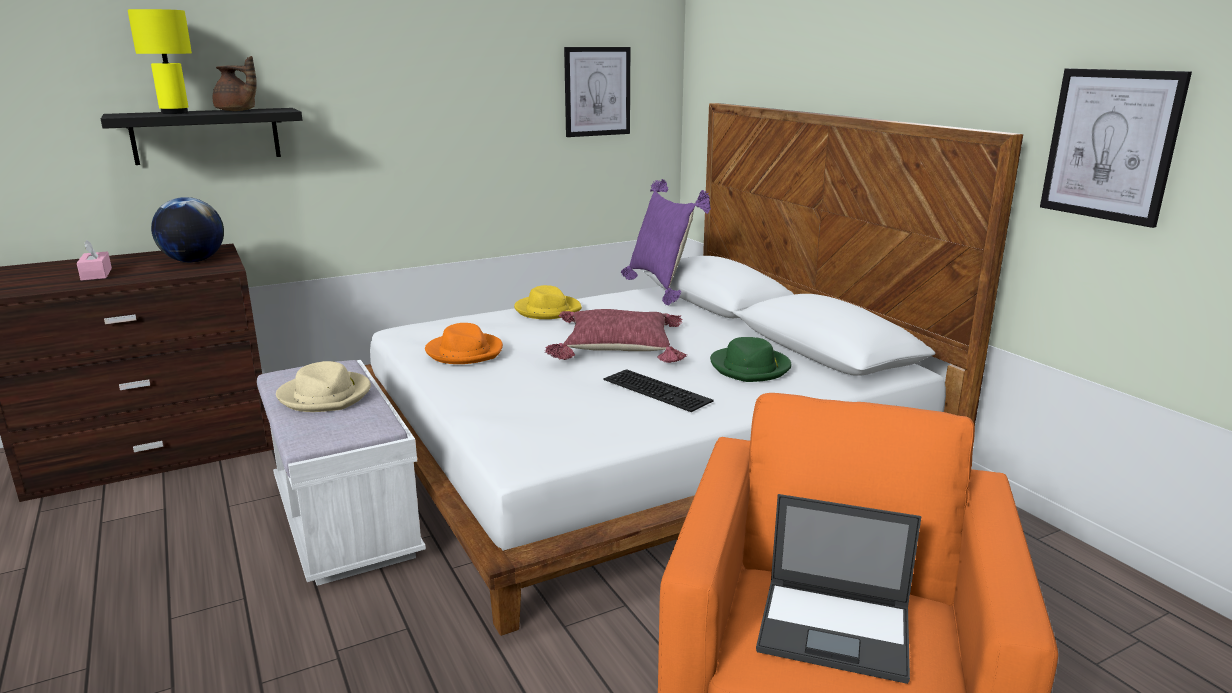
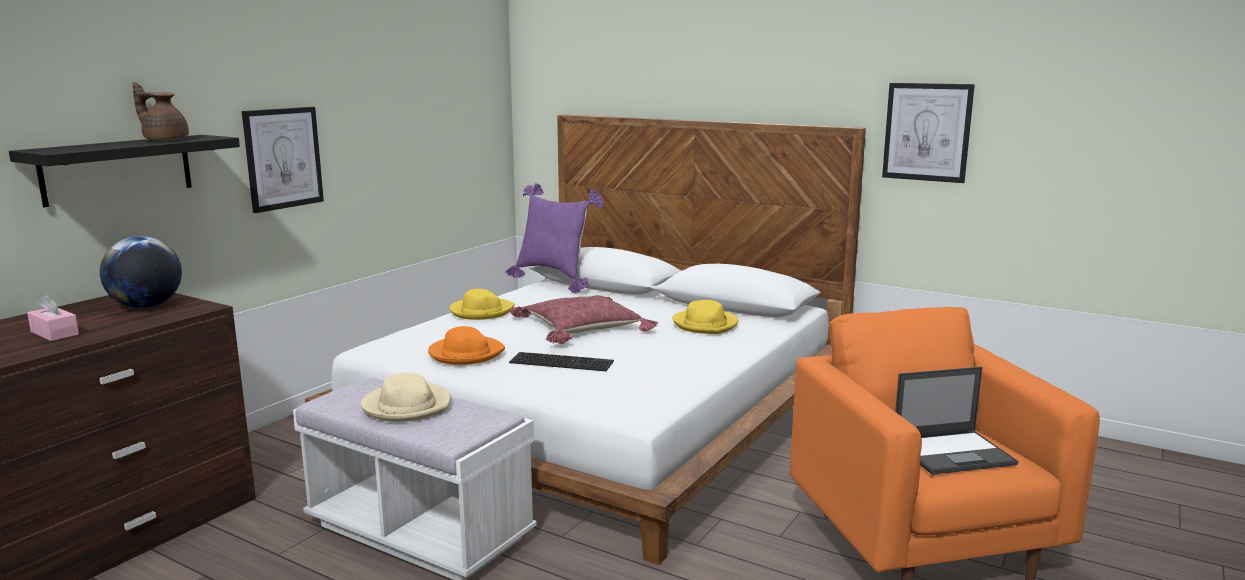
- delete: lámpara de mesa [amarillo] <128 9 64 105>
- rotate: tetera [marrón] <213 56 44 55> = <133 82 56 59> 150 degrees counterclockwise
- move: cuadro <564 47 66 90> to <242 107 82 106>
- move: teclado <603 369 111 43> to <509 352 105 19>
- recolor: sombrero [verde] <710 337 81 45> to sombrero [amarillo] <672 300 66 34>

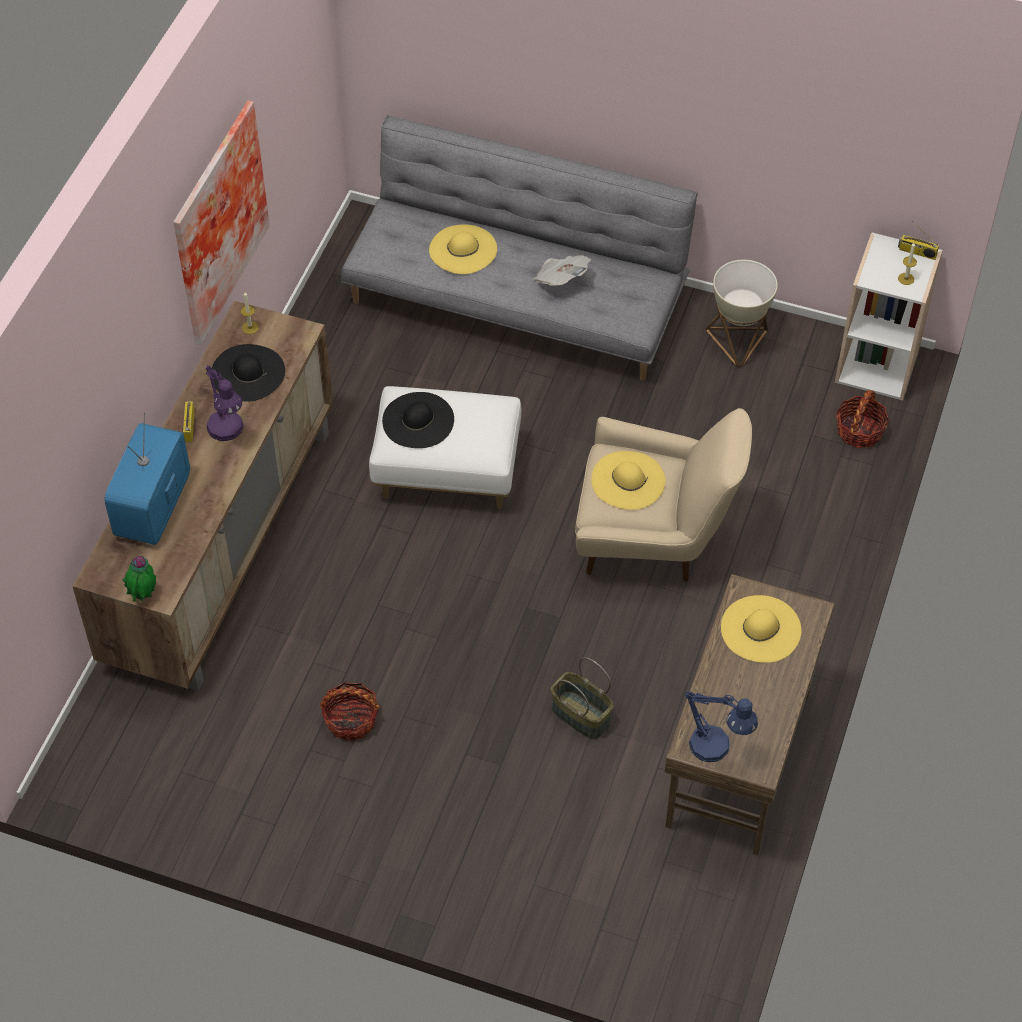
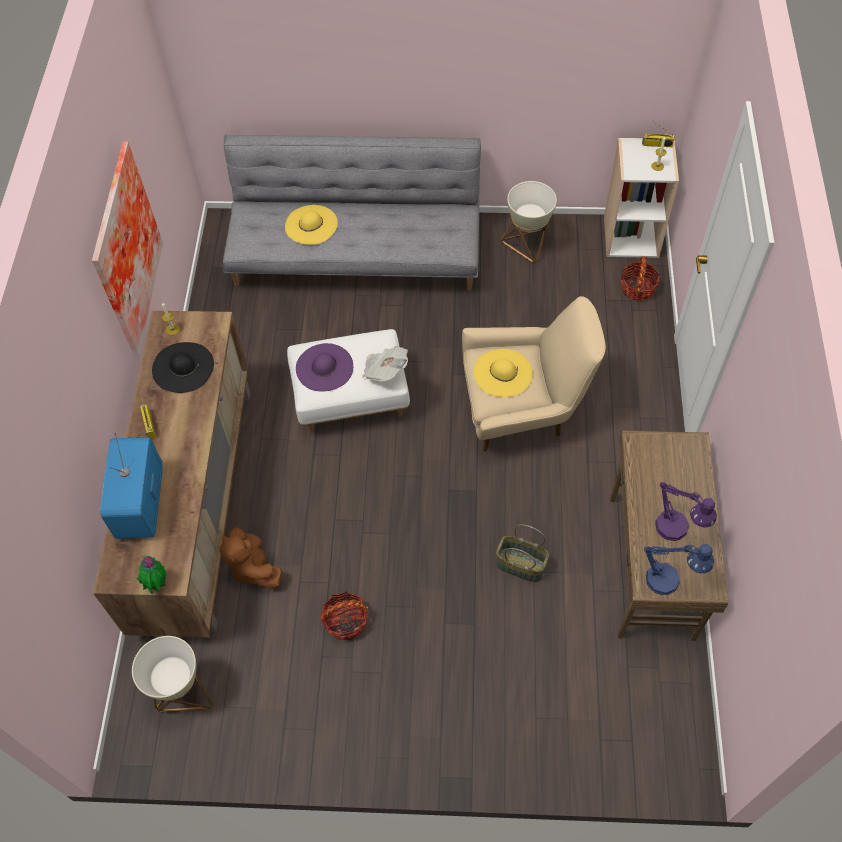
- move: lámpara de mesa [morado] <206 365 38 76> to <655 482 62 59>
- recolor: sombrero [negro] <382 392 72 56> to sombrero [morado] <296 343 57 48>
- move: periódico <533 255 58 31> to <362 346 46 36>
- delete: sombrero [amarillo] <721 595 81 68>
- insert: maceta <132 636 81 76>
- insert: peluche [marrón] <220 527 62 61>

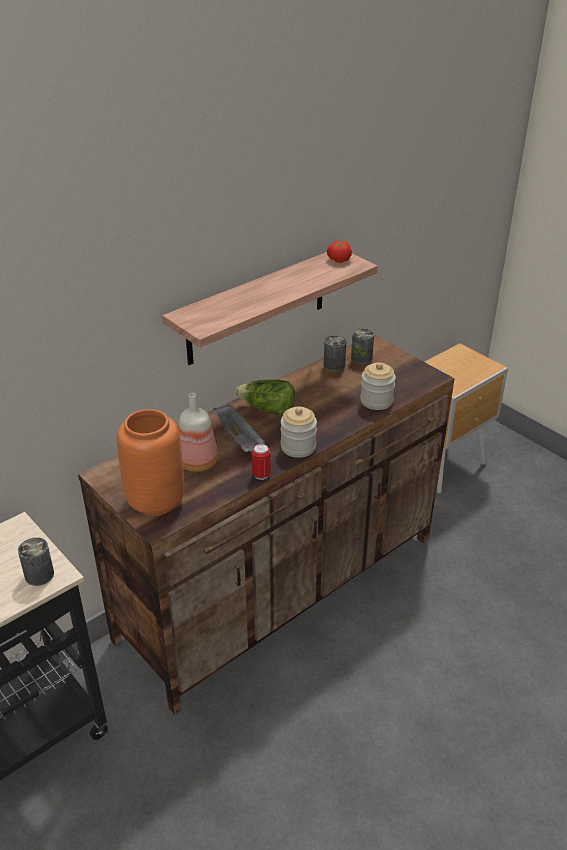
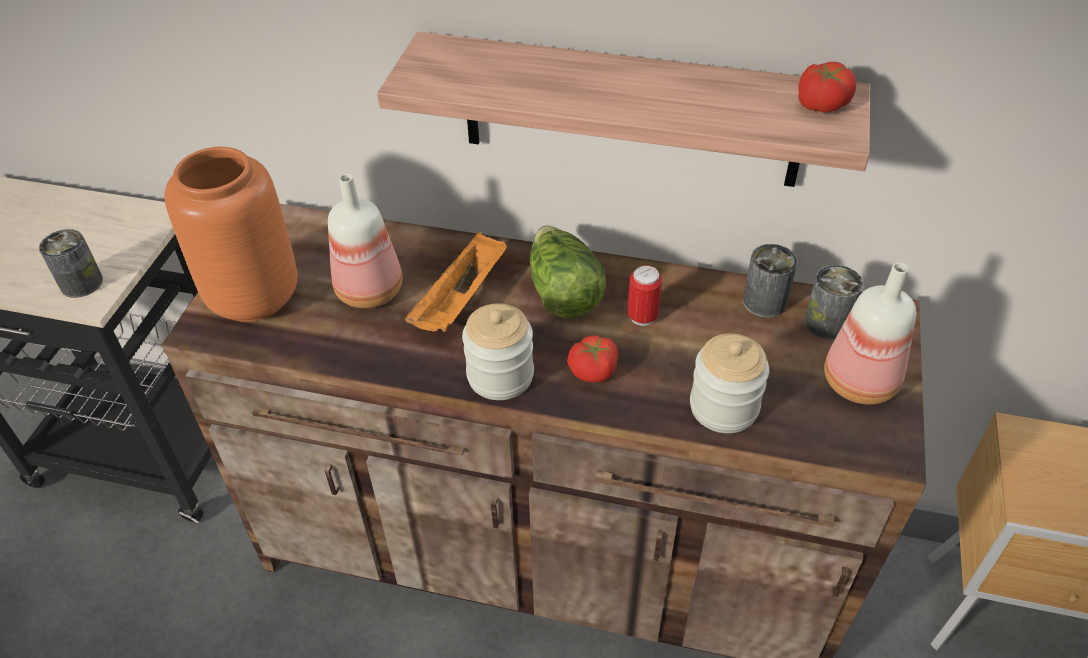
- recolor: bandeja [gris] <213 405 52 47> to bandeja [naranja] <405 232 102 100>
- move: lata <252 444 19 36> to <627 265 35 61>
- insert: tomate <567 335 51 48>
- insert: botella <824 263 92 142>

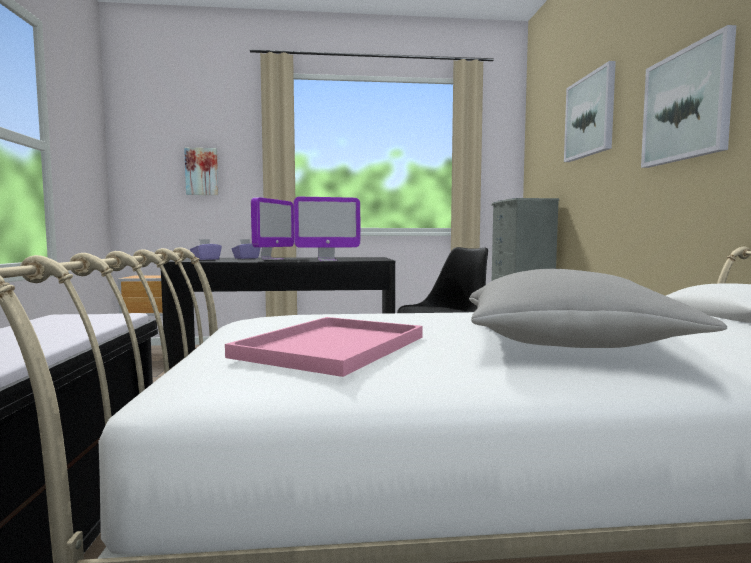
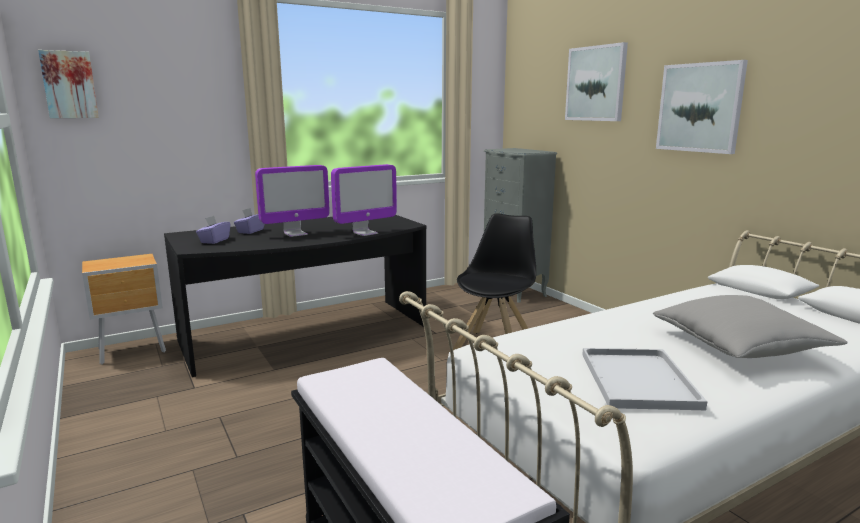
- move: cuadro <184 148 34 47> to <38 50 61 68>
- recolor: bandeja [rosa] <225 317 198 60> to bandeja [blanco] <582 348 125 62>
- rotate: monitor <251 197 43 63> = <255 165 75 72> 60 degrees clockwise

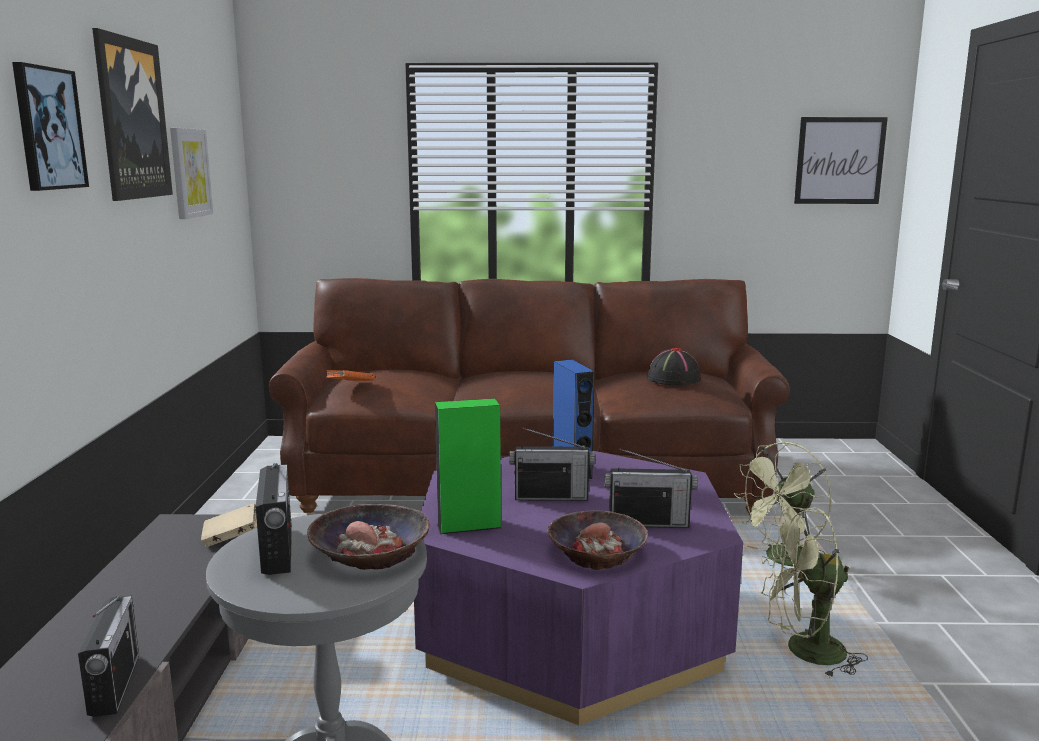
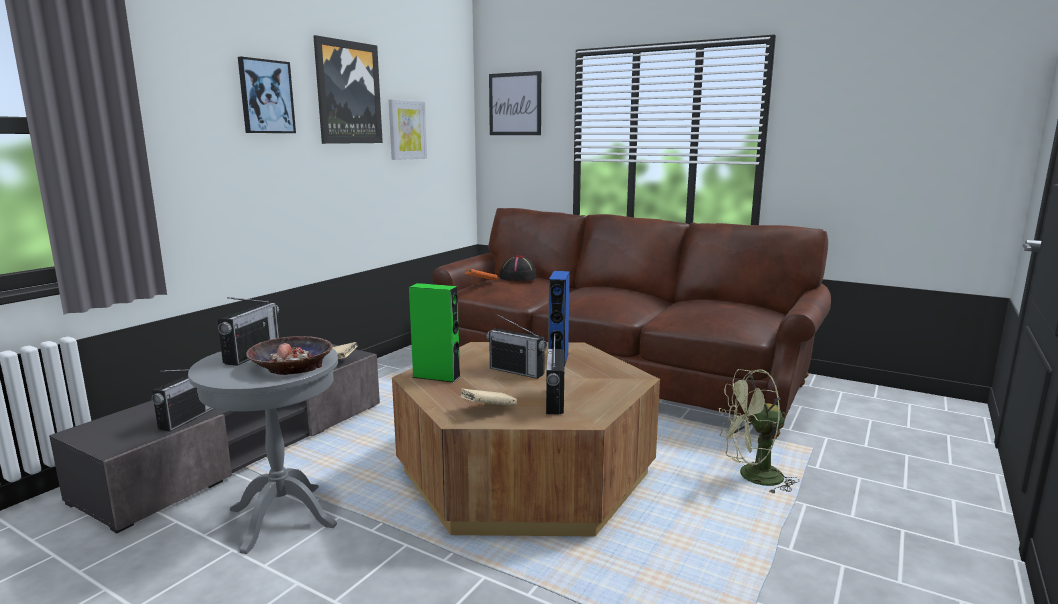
- recolor: mesa de centro [morado] <414 451 329 274> to mesa de centro [marrón] <392 342 268 194>
- replace: cuenco <547 511 101 59> to libro [beis] <460 388 57 18>
- rotate: radio <604 448 94 80> = <546 333 18 81> 60 degrees clockwise
- move: sombrero [negro] <647 348 54 37> to <499 255 38 26>
- delete: ventilador [verde] <761 506 107 172>
- move: cuadro <794 117 94 87> to <489 71 52 64>

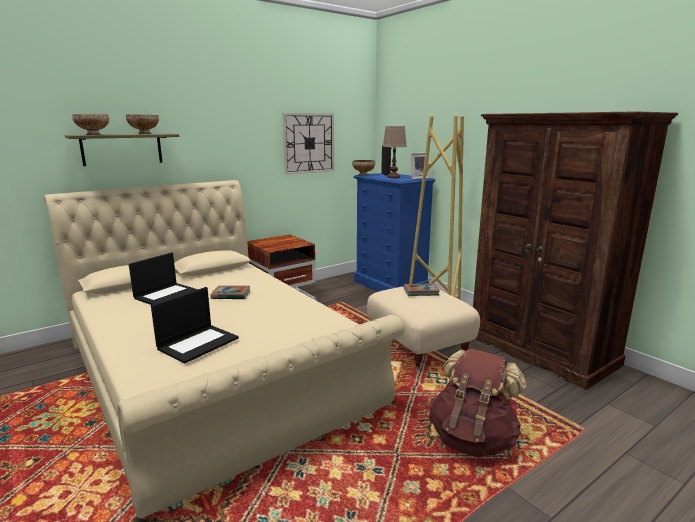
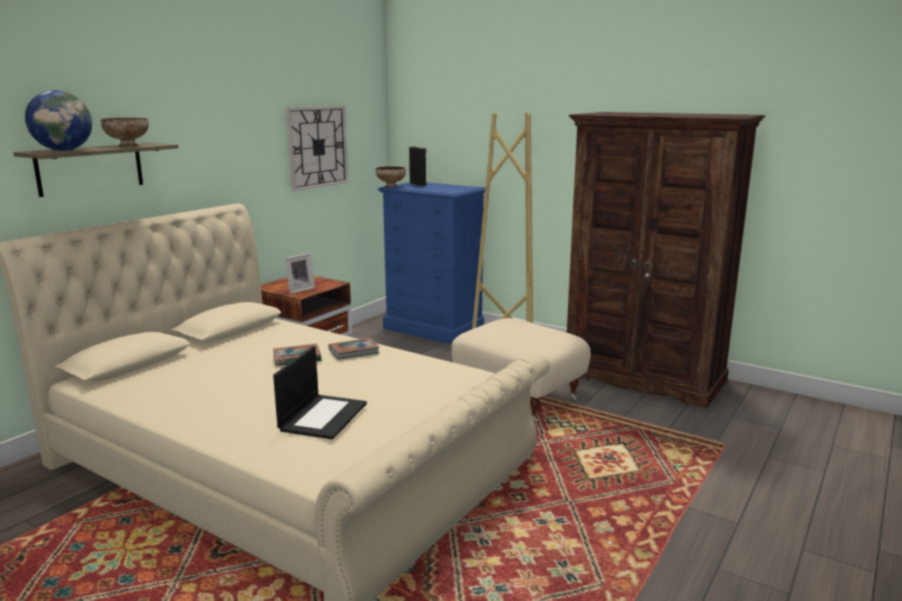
- replace: cuenco <72 114 37 21> to globo terráqueo <25 90 67 61>
- delete: portátil <129 253 69 52>
- delete: lámpara de mesa [marrón] <383 126 24 52>
- move: libro <403 283 37 13> to <329 338 51 22>
- move: portarretratos <411 153 18 26> to <285 253 30 41>
- delete: mochila [marrón] <429 349 97 108>

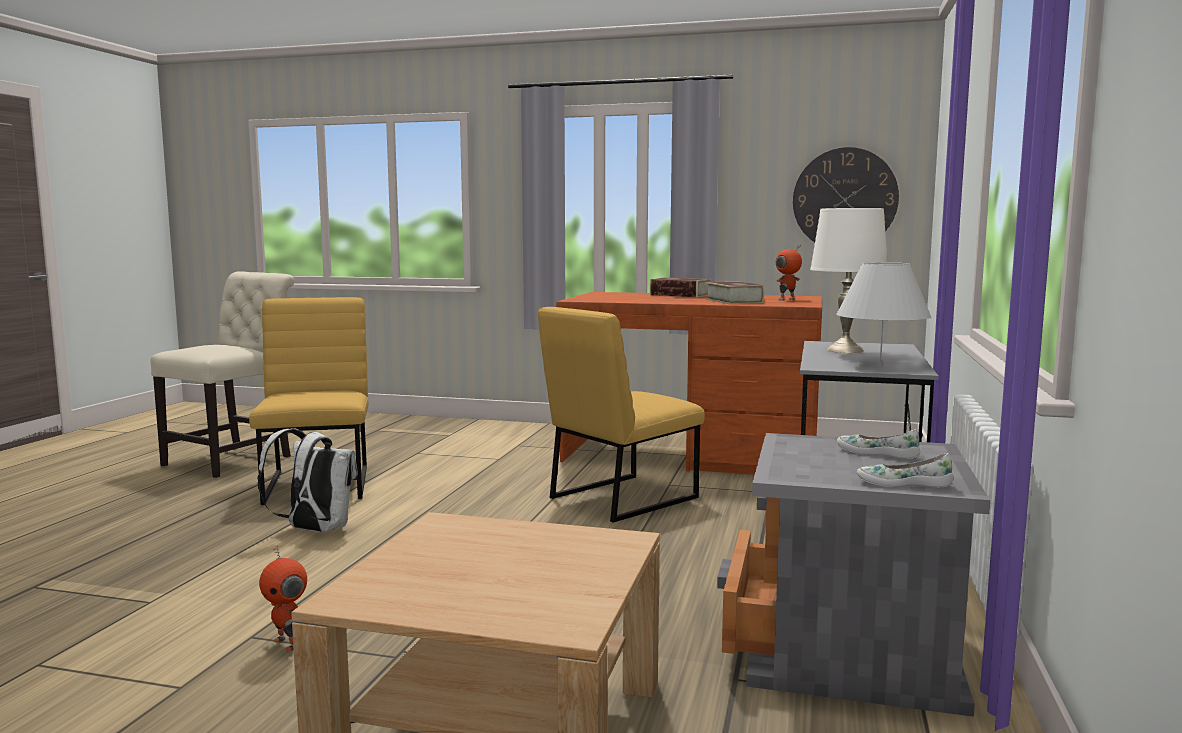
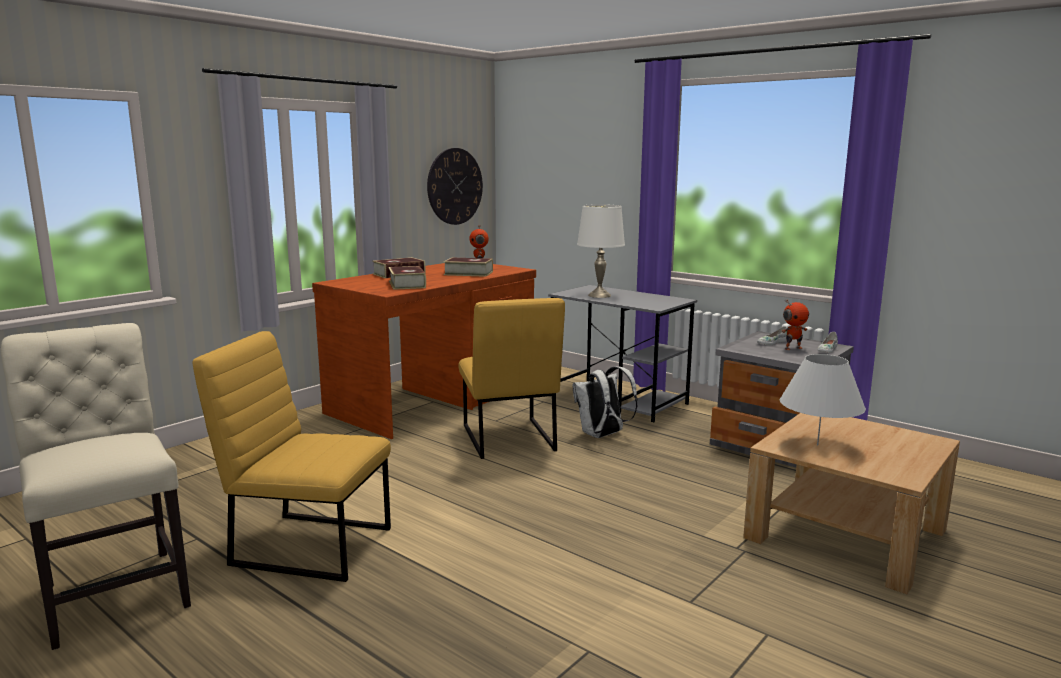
- move: mochila [blanco] <257 429 101 103> to <572 366 66 72>
- move: robot de juguete <259 545 48 107> to <781 299 28 51>
- move: lámpara de mesa [blanco] <836 262 95 103> to <780 354 86 91>
- insert: libro <388 266 38 24>

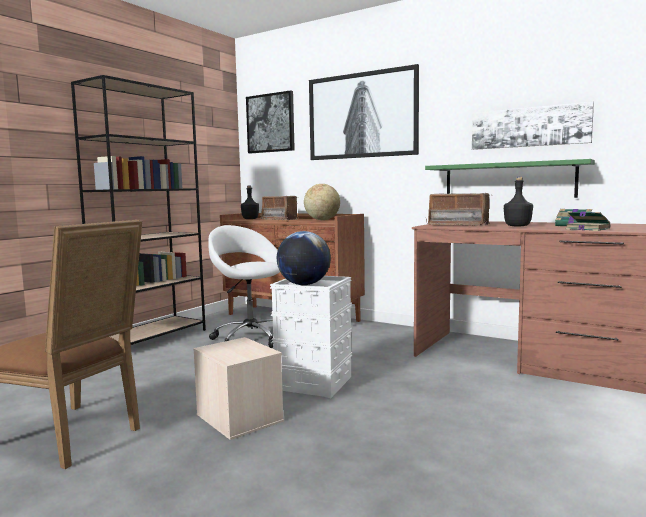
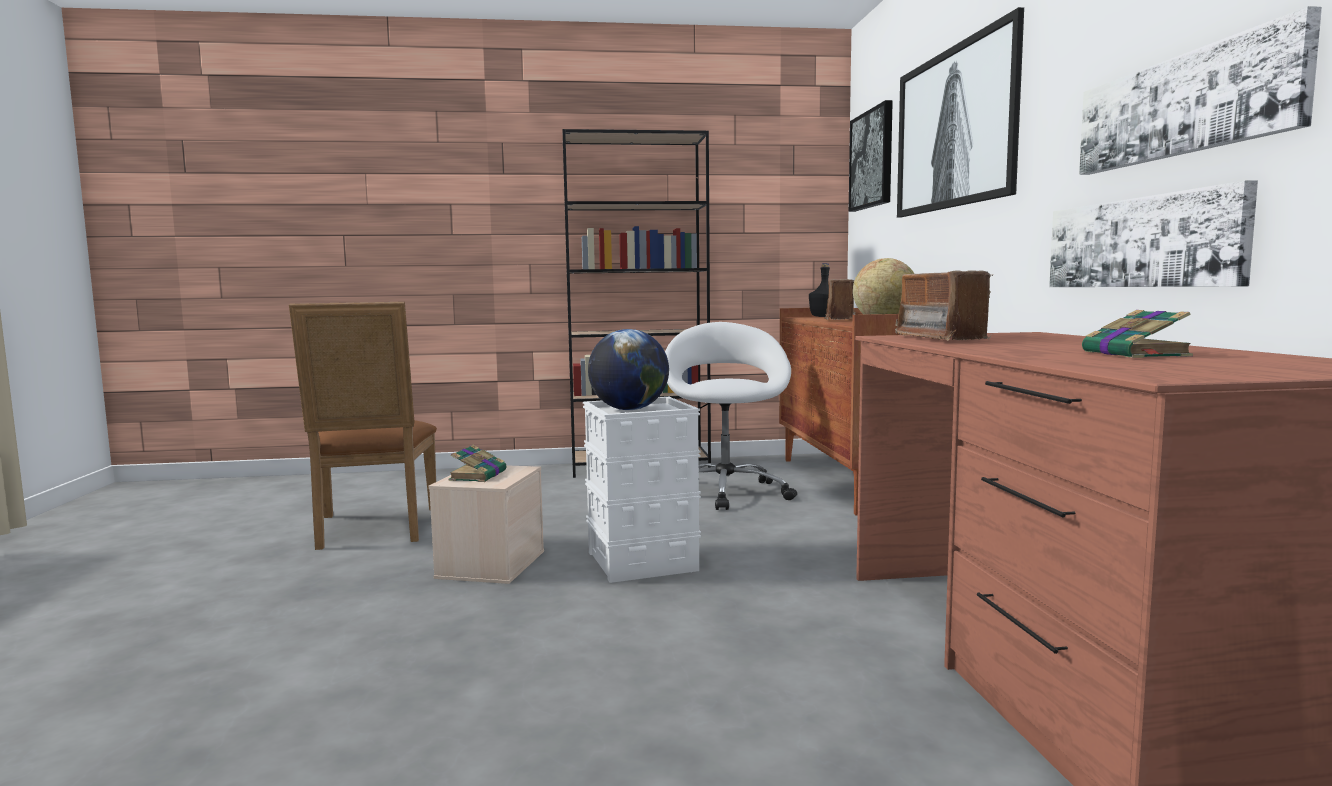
- replace: estante [verde] <425 159 170 39> to cuadro <1049 180 209 107>
- delete: botella [negro] <504 177 29 50>
- move: libro <565 211 45 20> to <448 445 58 37>

